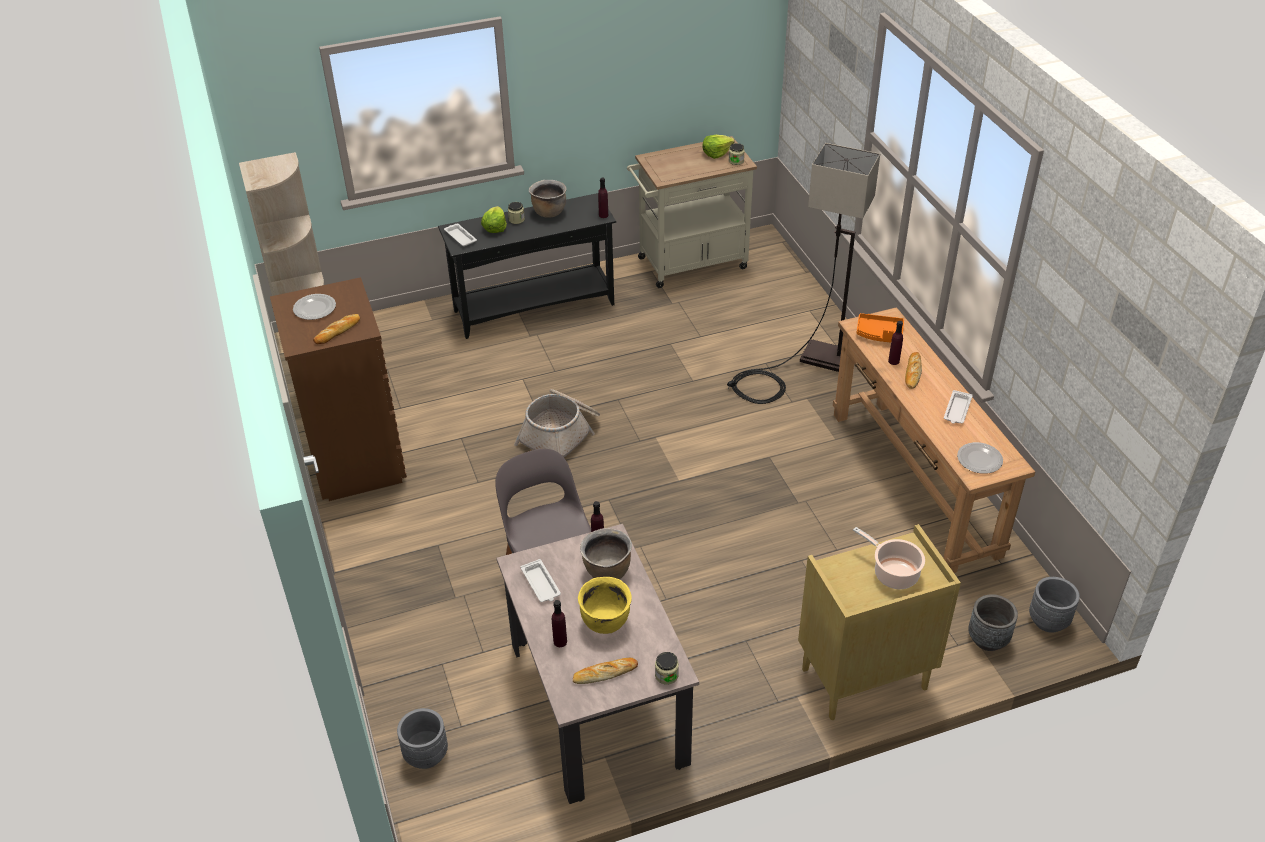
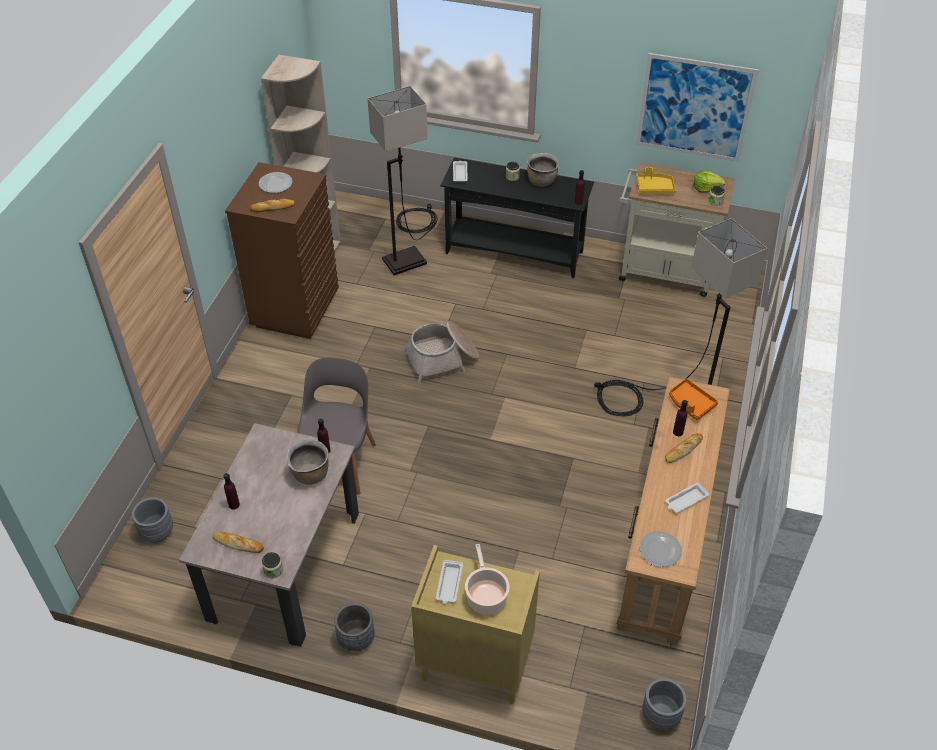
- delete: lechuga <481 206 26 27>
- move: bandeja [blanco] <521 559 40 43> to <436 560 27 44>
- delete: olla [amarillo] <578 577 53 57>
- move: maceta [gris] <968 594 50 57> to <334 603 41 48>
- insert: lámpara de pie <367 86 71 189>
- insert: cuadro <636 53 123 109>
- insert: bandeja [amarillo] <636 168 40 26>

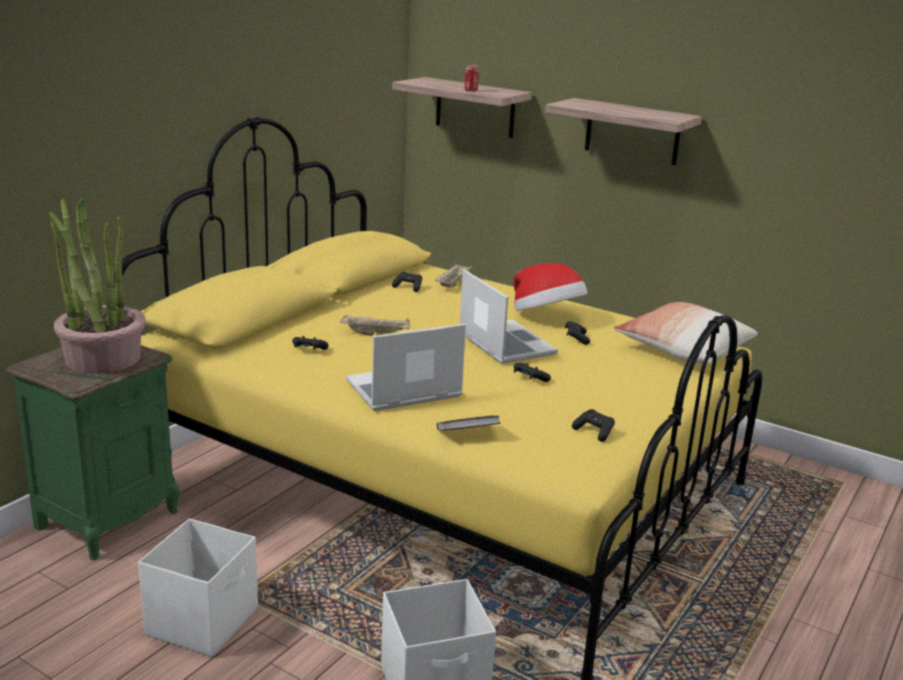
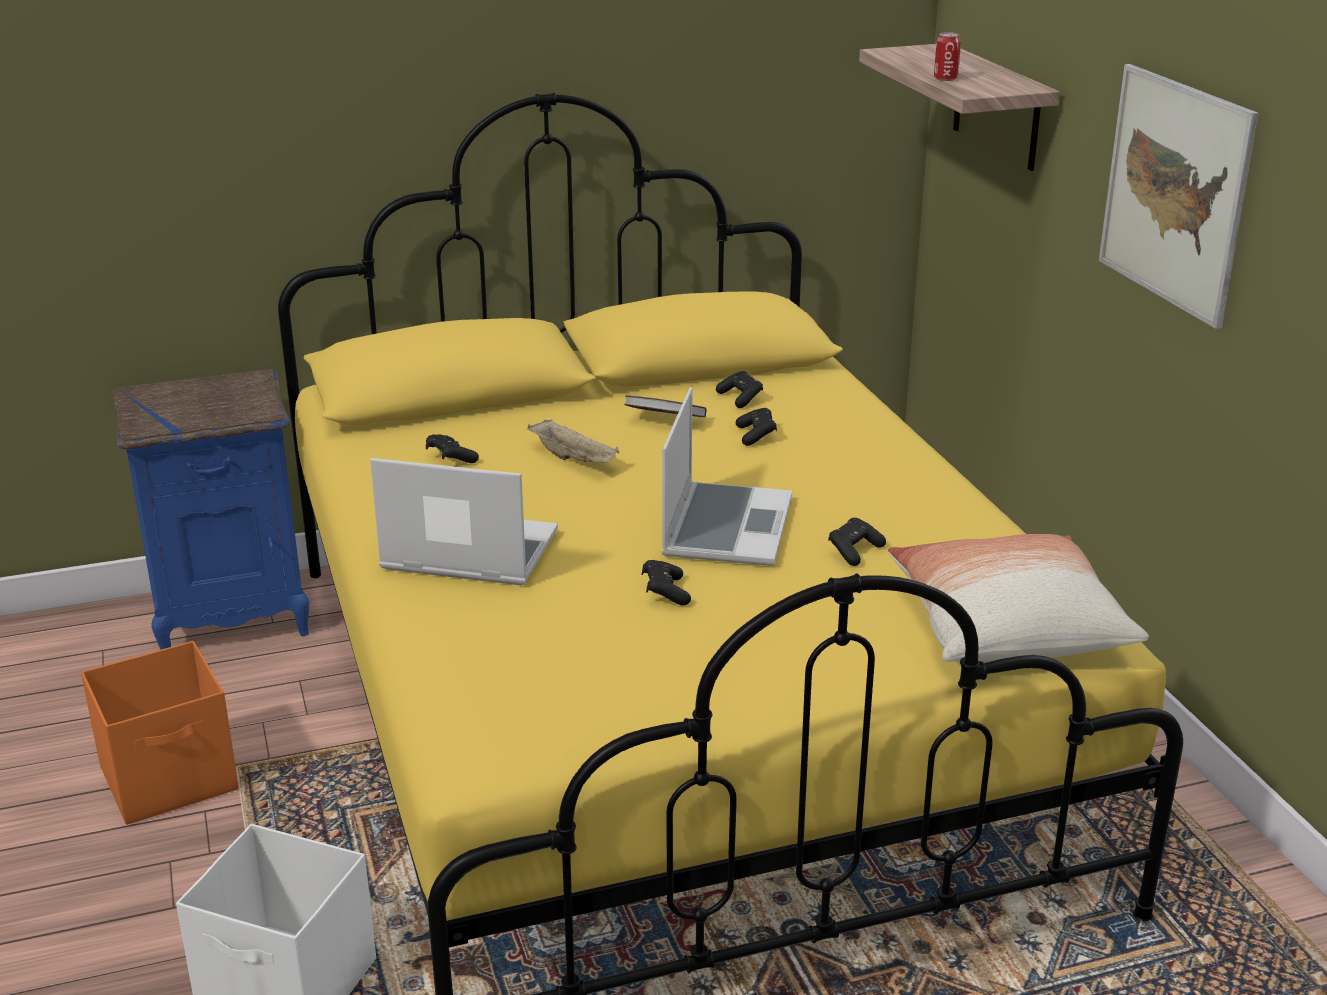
- recolor: mesita de noche [verde] <6 345 174 216> to mesita de noche [azul] <112 369 197 281>
- delete: planta en maceta <49 198 97 176>
- recolor: caja de almacenaje [blanco] <138 518 120 139> to caja de almacenaje [naranja] <81 641 158 184>
- delete: bandeja [beis] <434 263 40 25>
- move: libro <437 415 64 16> to <625 396 82 21>
- delete: sombrero <514 263 74 48>
- replace: estante <545 98 157 67> to cuadro <1099 64 160 265>
- move: mando de consola [negro] <572 409 43 33> to <736 408 41 38>

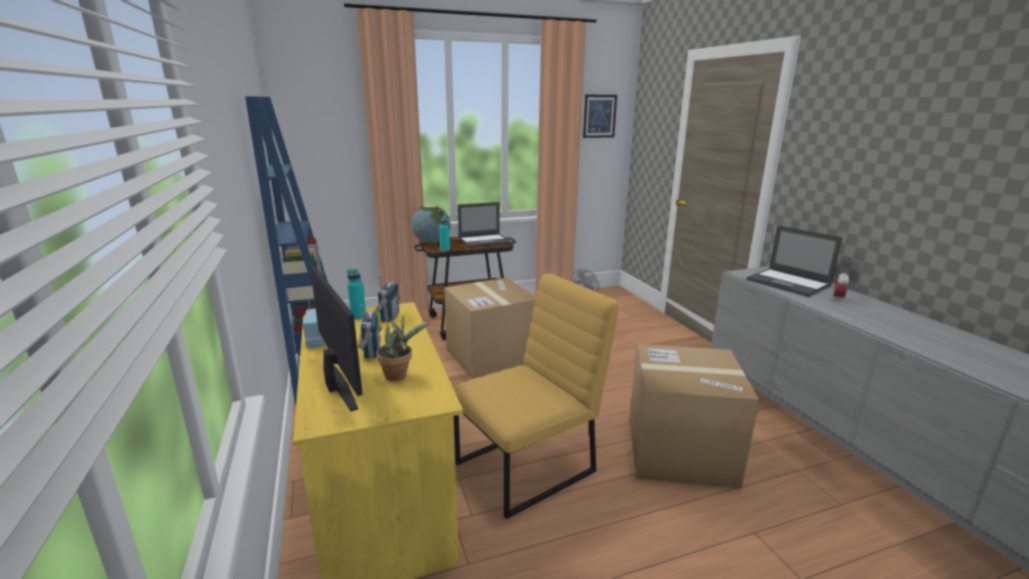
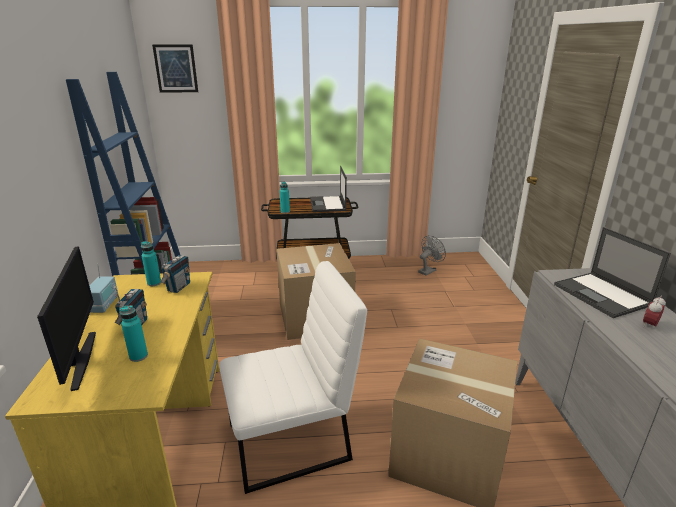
- replace: planta en maceta <376 315 54 66> to botella [turquesa] <119 305 29 57>
- delete: globo terráqueo <411 205 39 39>
- recolor: silla [amarillo] <453 273 166 246> to silla [blanco] <219 261 148 233>
- rotate: portátil <458 202 53 46> = <310 166 37 46> 90 degrees clockwise
- move: cuadro <583 94 34 44> to <152 44 46 49>

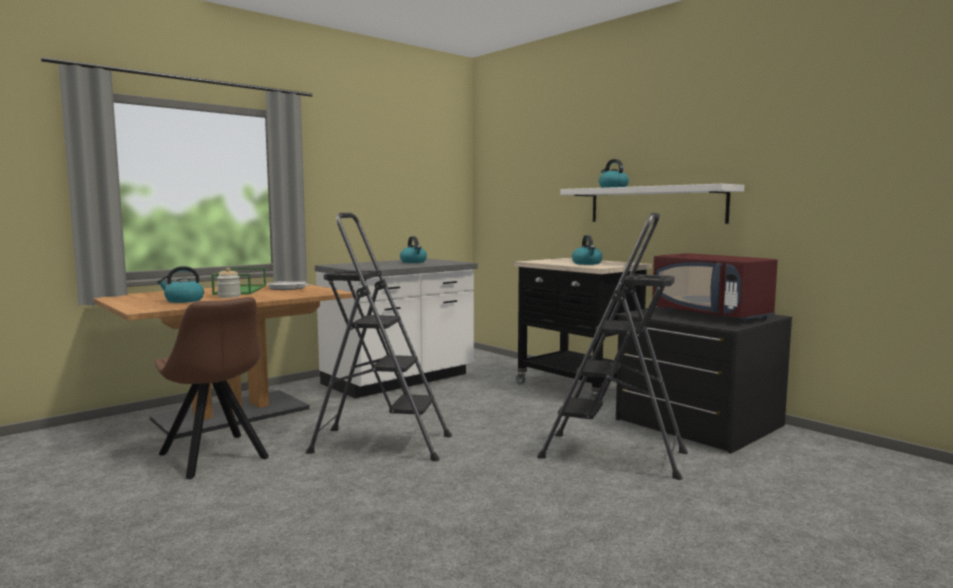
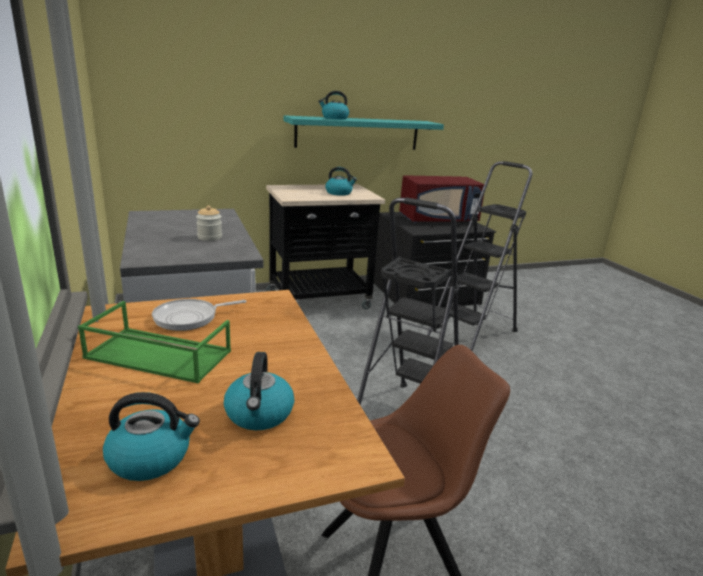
- move: tarro <217 268 24 30> to <196 206 26 35>
- move: hervidor <400 236 27 27> to <103 392 97 89>
- recolor: estante [blanco] <560 184 184 40> to estante [turquesa] <283 115 161 35>

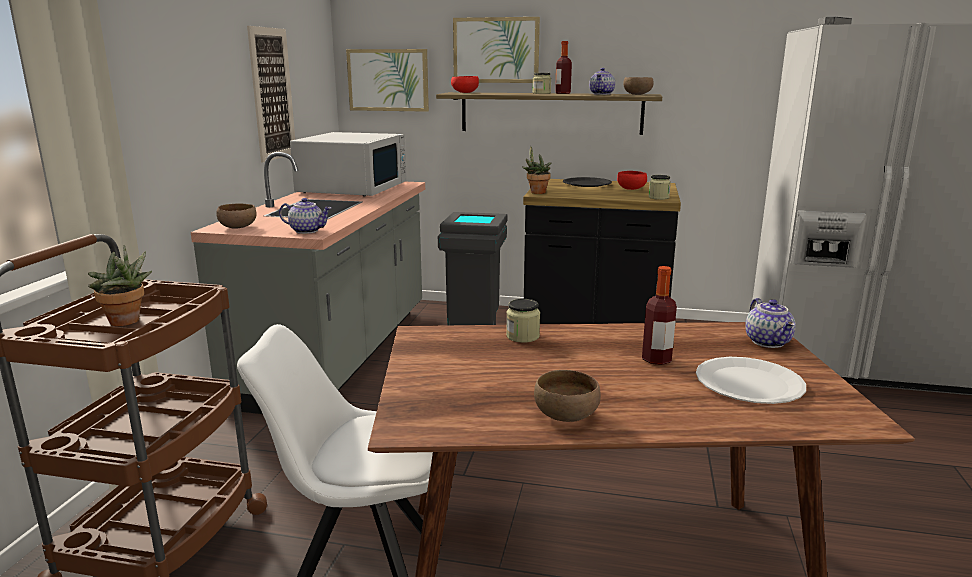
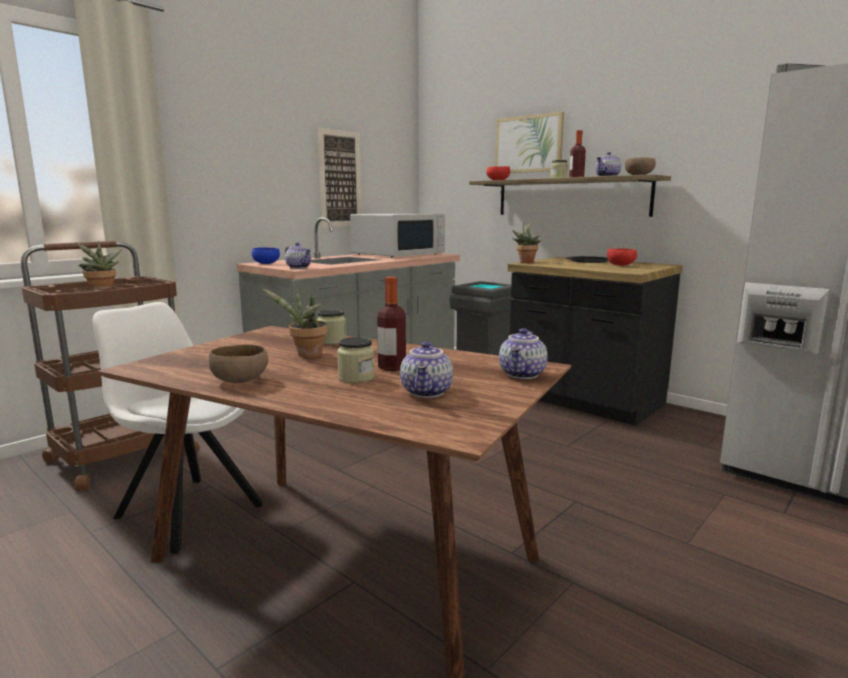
- recolor: cuenco [marrón] <216 203 41 26> to cuenco [azul] <252 248 28 16>
- delete: cuadro <346 49 83 63>
- move: tarro <649 175 22 25> to <337 337 37 46>
- replace: plato [blanco] <696 357 110 47> to tetera <400 342 53 56>
- insert: planta en maceta <261 288 67 70>

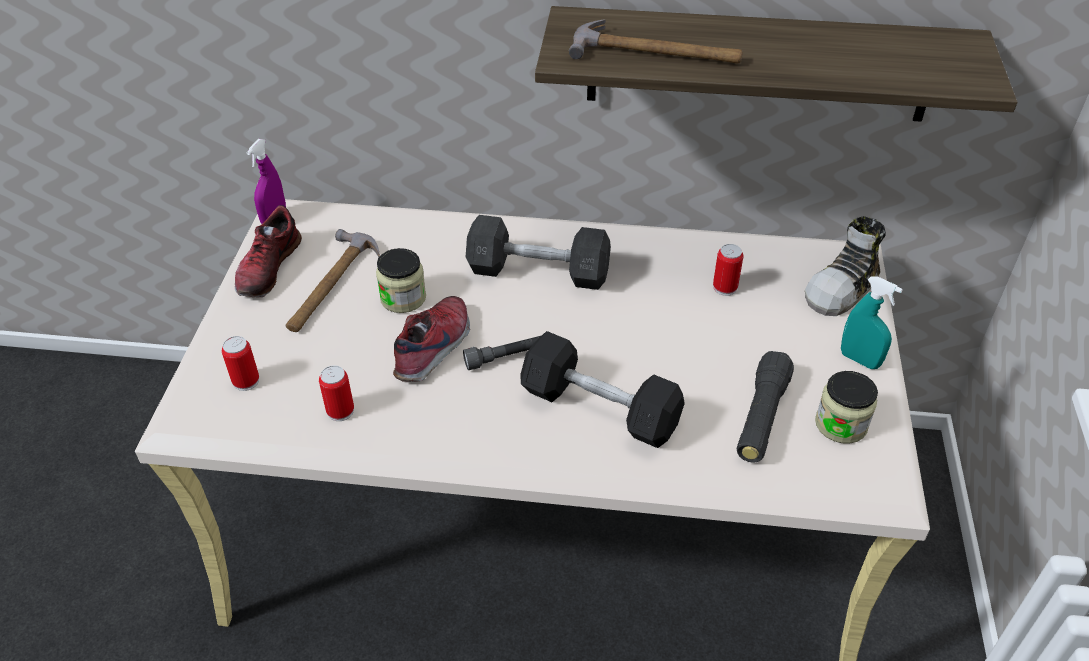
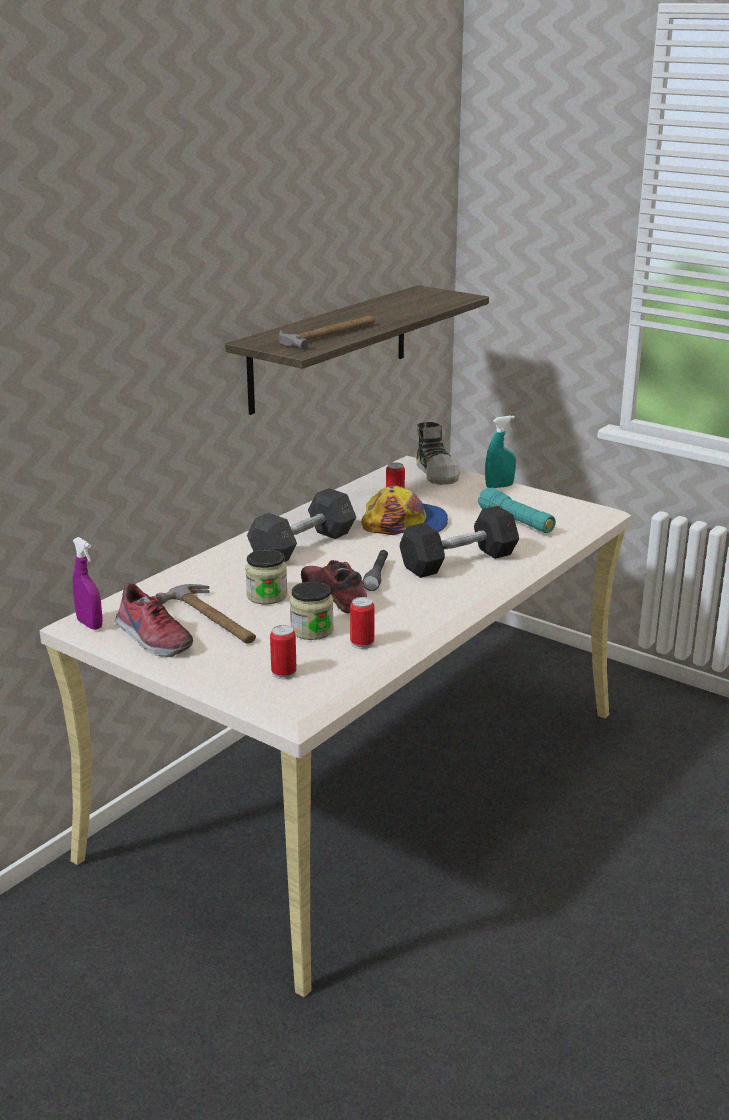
- recolor: linterna [negro] <736 351 58 112> to linterna [turquesa] <478 488 78 45>
- move: tarro <815 371 63 73> to <290 581 44 59>
- insert: gorra <361 485 87 50>

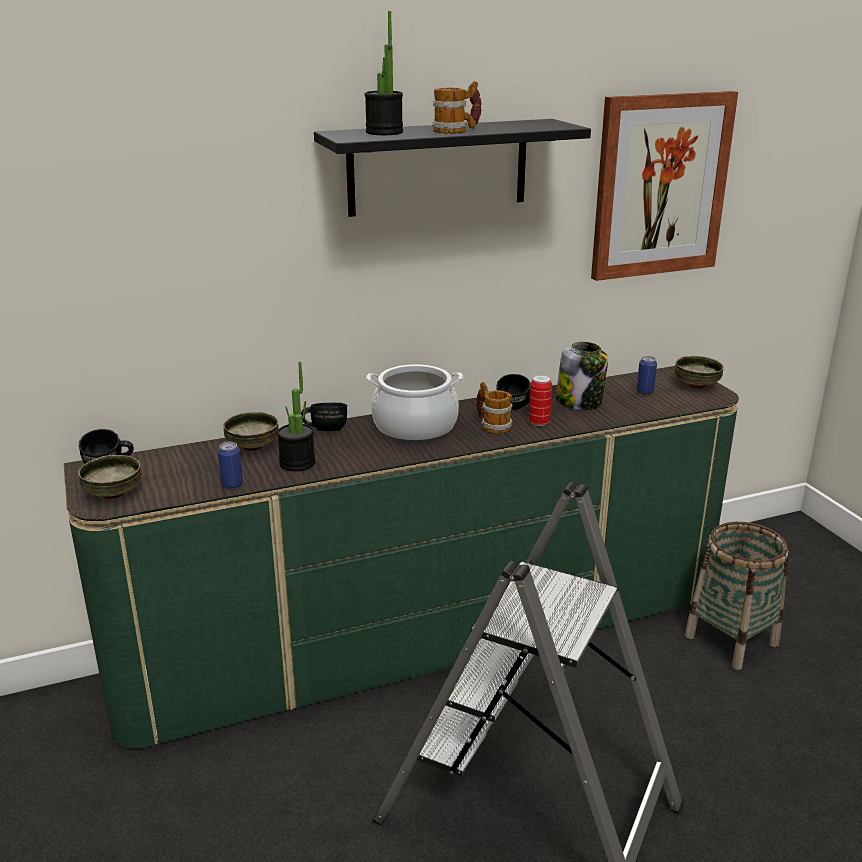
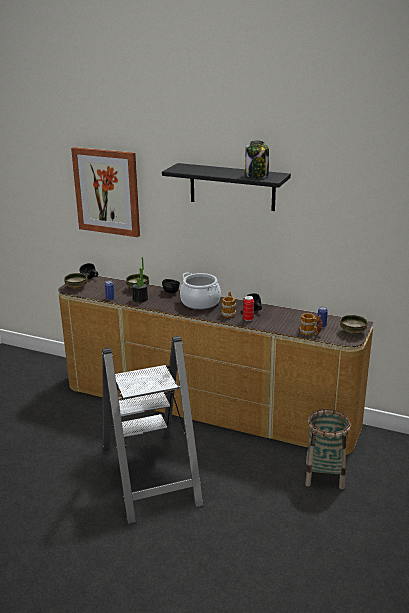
- recolor: armario [verde] <63 366 676 383> to armario [marrón] <58 276 316 179>
- delete: planta en maceta <365 11 38 124>
- move: taza grande <432 81 50 53> to <300 313 23 23>
- move: tarro <556 341 52 69> to <245 140 24 39>
- move: cuadro <591 91 147 190> to <71 147 69 90>

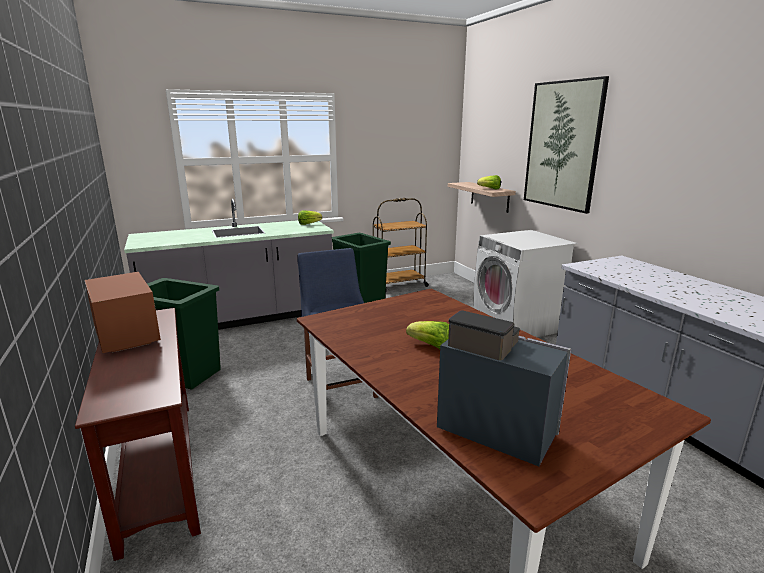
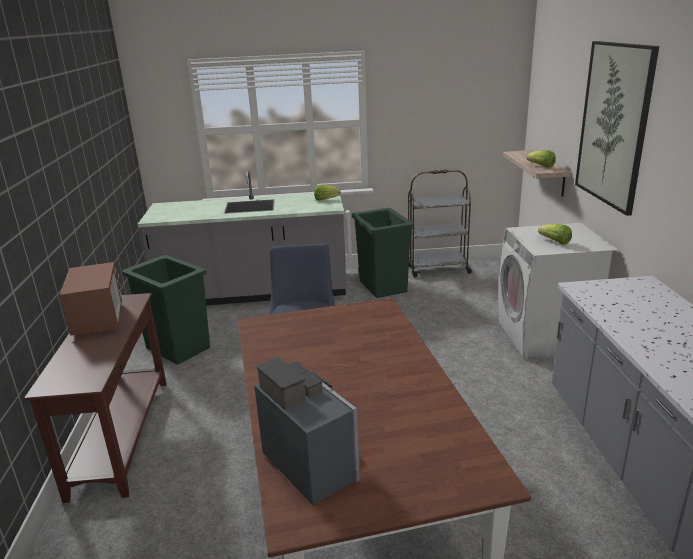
- recolor: carrito [marrón] <373 198 56 95> to carrito [gris] <408 169 64 108>
- move: lechuga <406 321 43 28> to <538 224 34 21>

